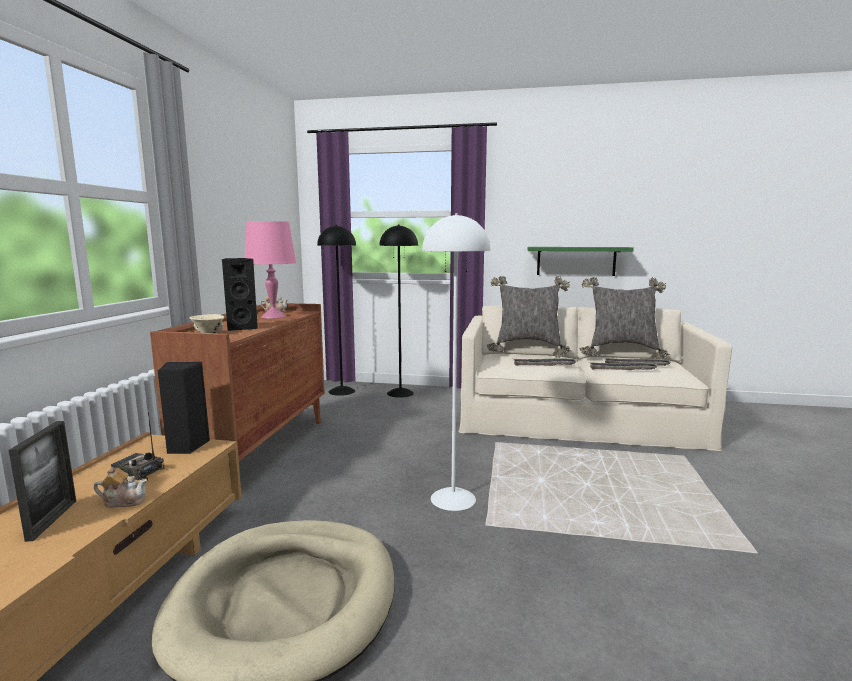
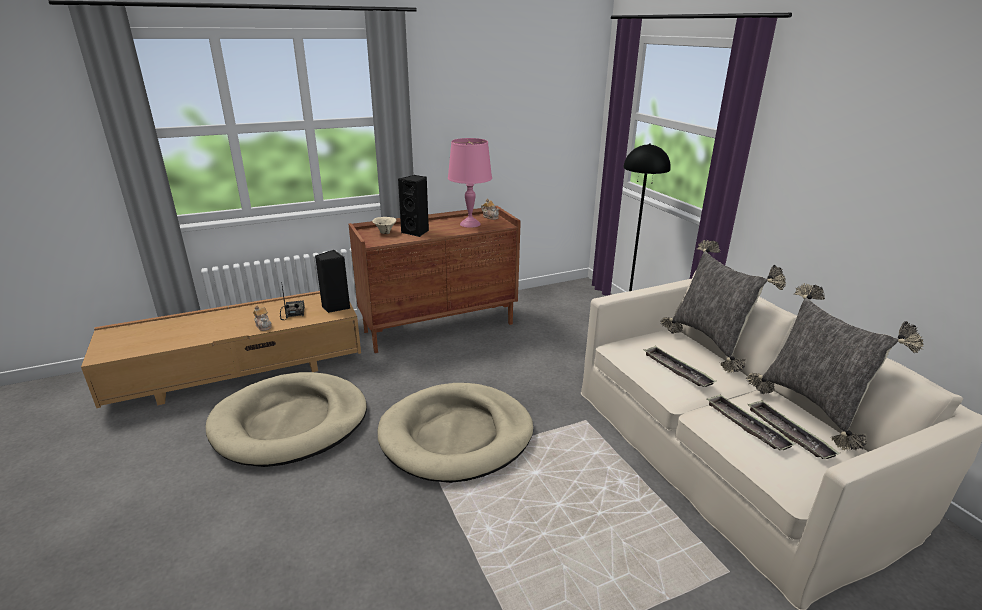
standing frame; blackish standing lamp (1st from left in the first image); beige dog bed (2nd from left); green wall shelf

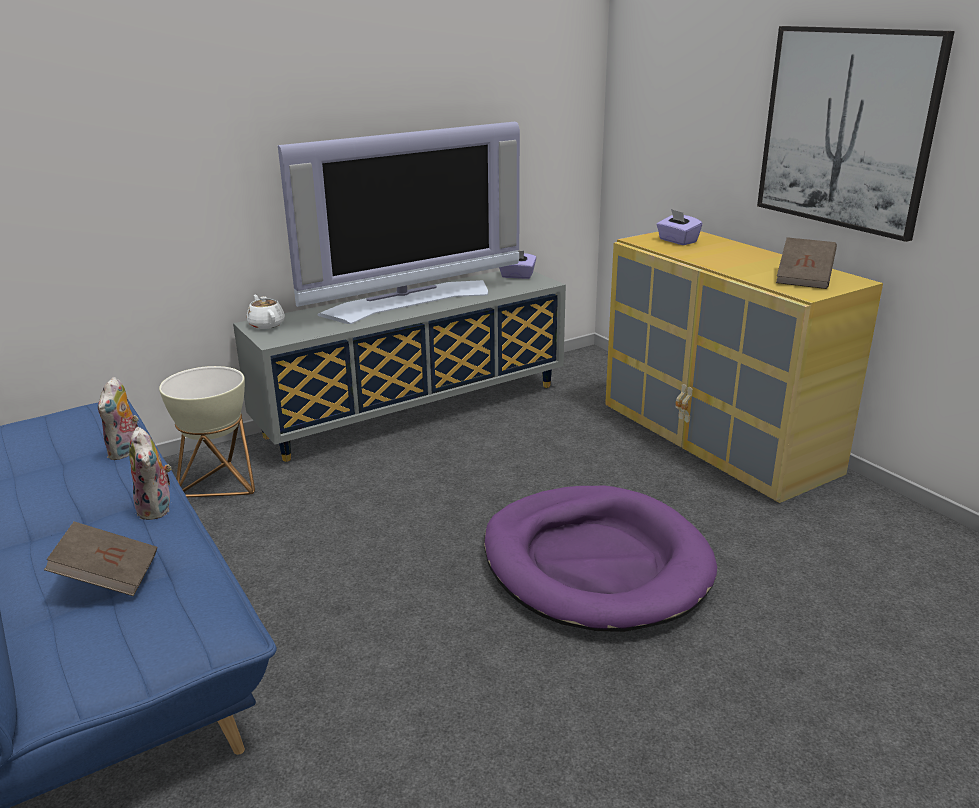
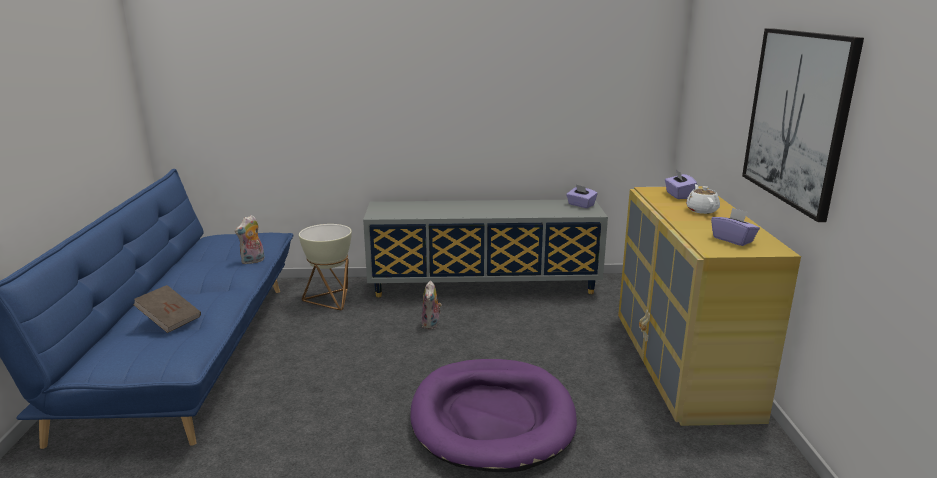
plush toy (2nd from left); whitish teapot; TV set; purple tissue holder (3rd from left)

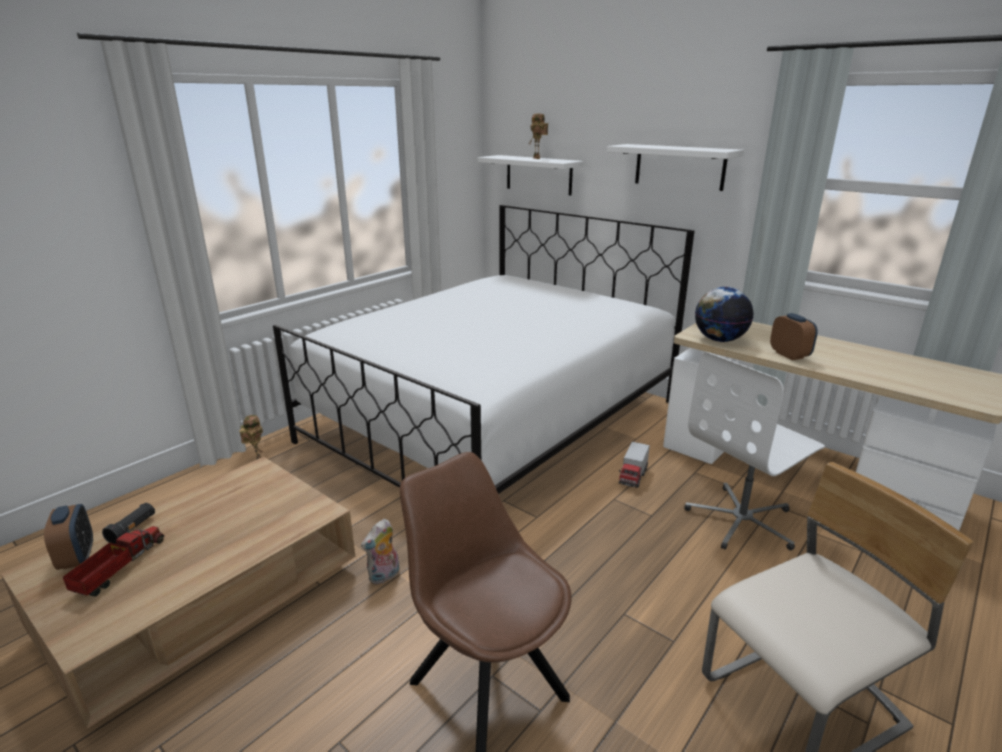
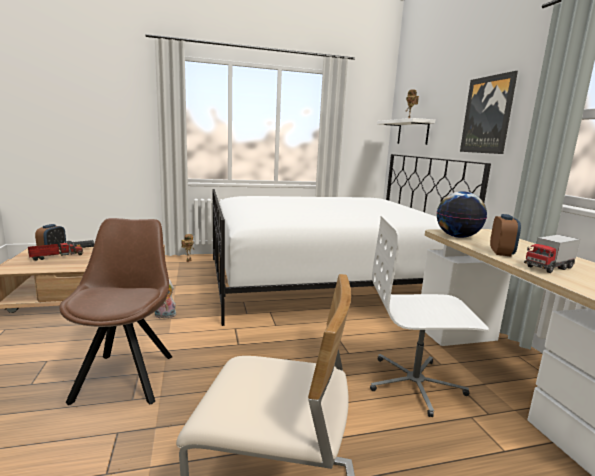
wall art; toy lorry (2nd from left)

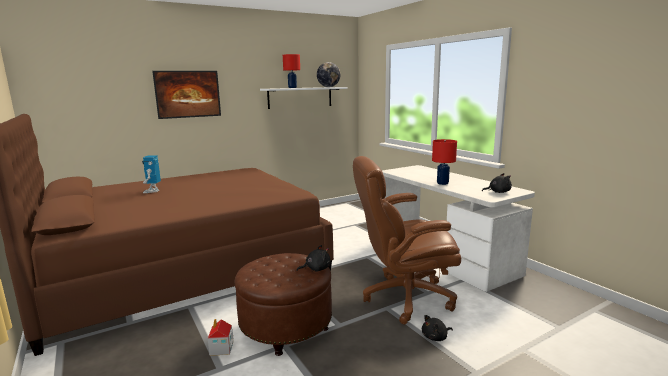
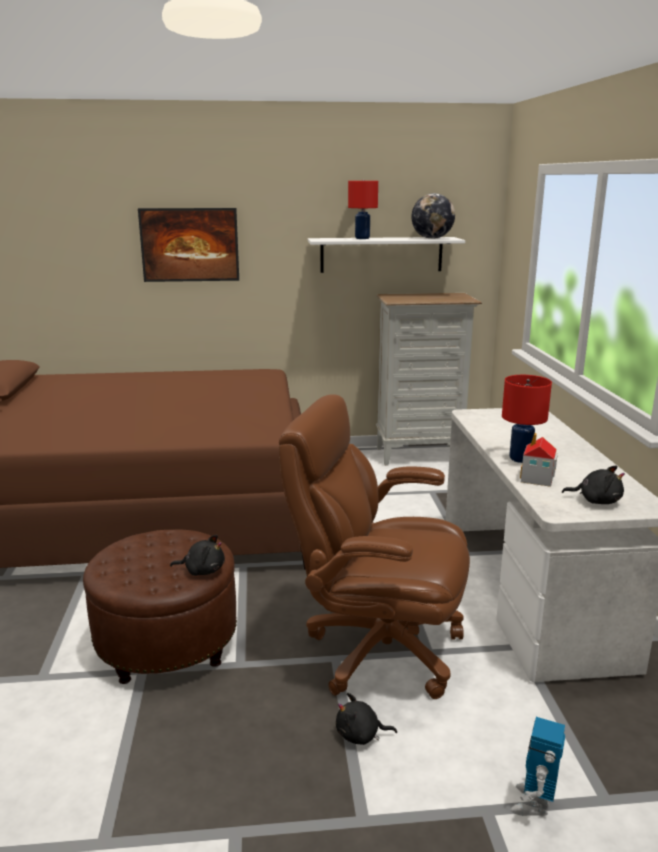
model robot; miniature house; whitish dresser

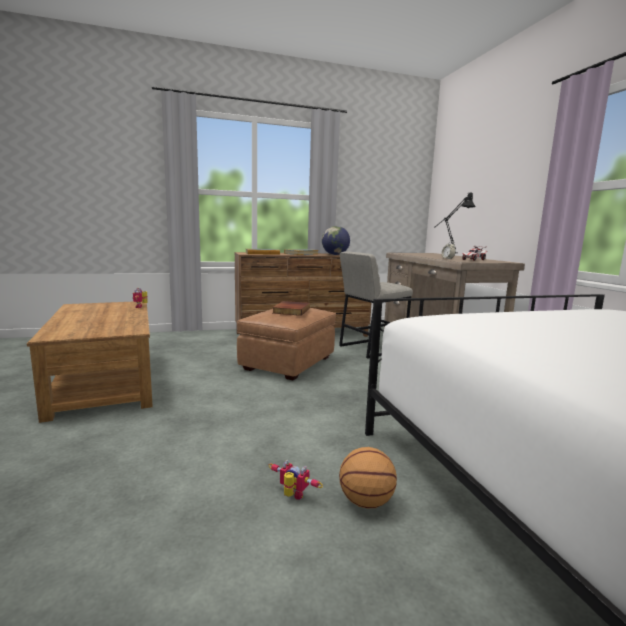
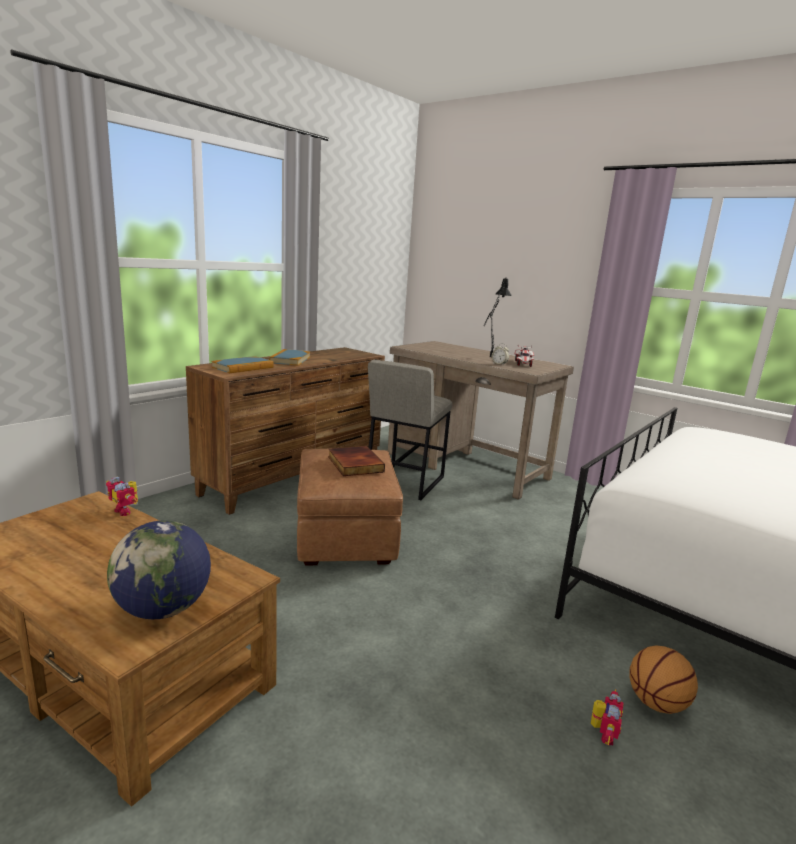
model robot (2nd from left); desk globe

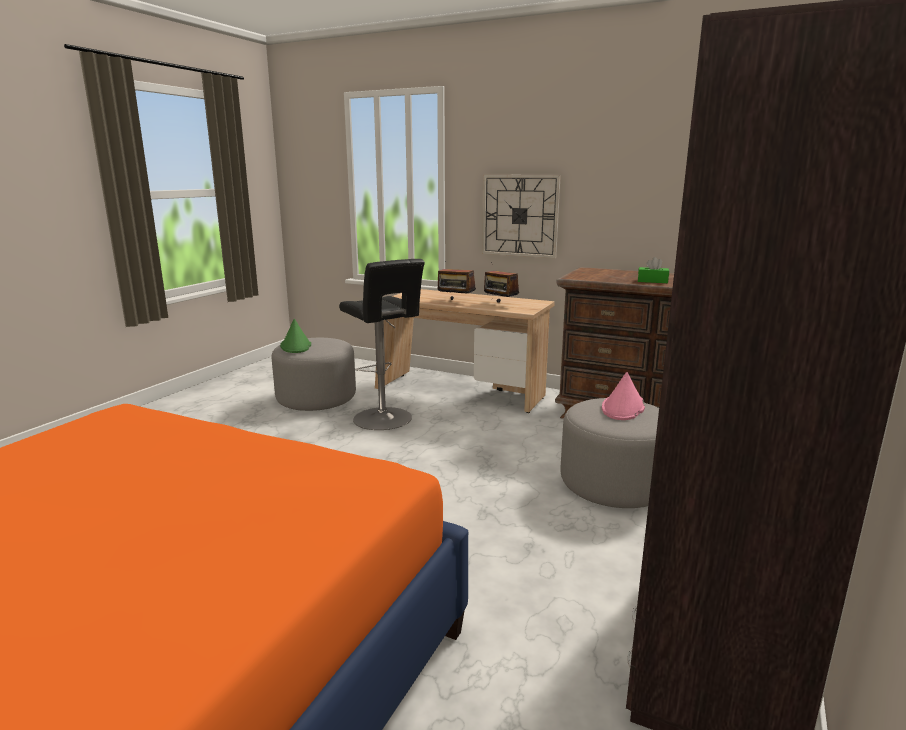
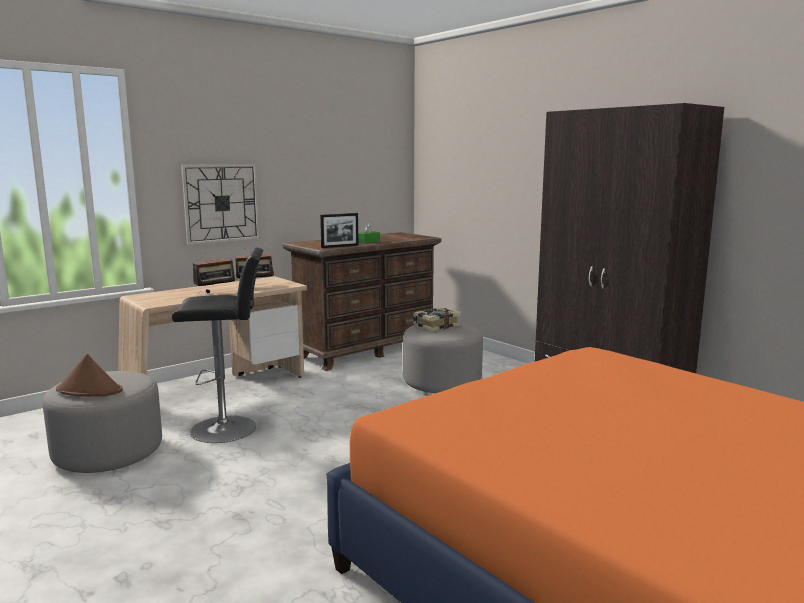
brownish clothing hat; bound book; standing frame

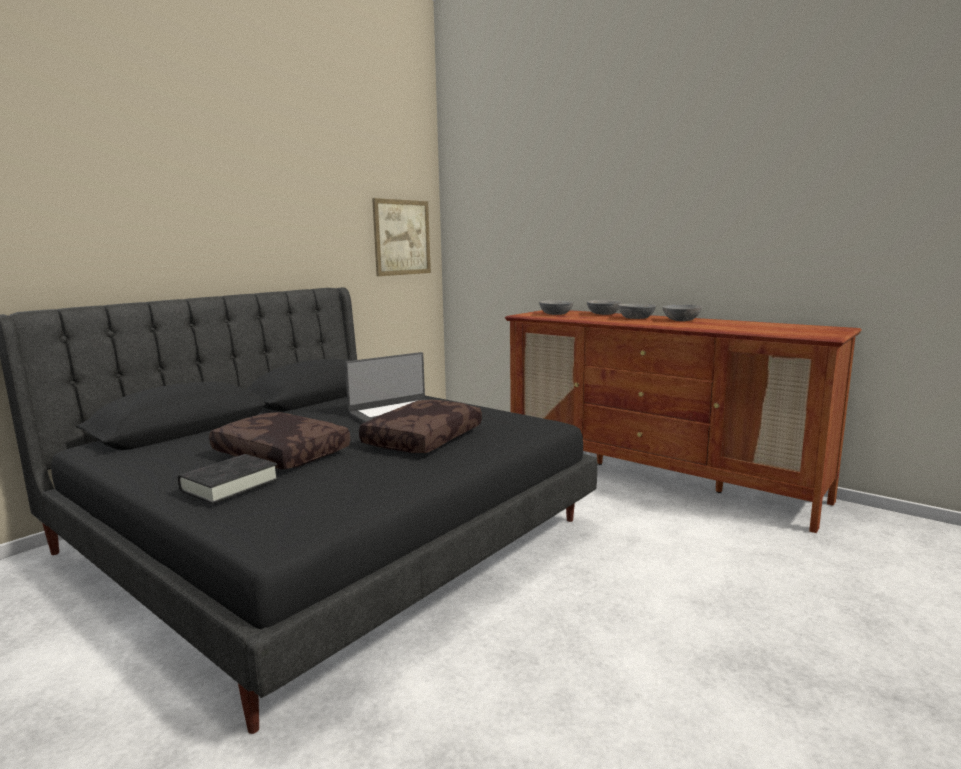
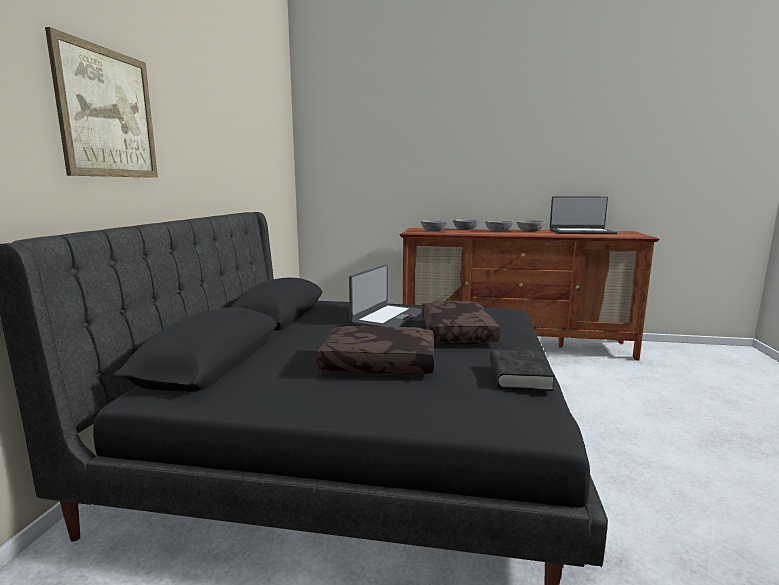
blackish bound book; wall art; portable computer (2nd from left)

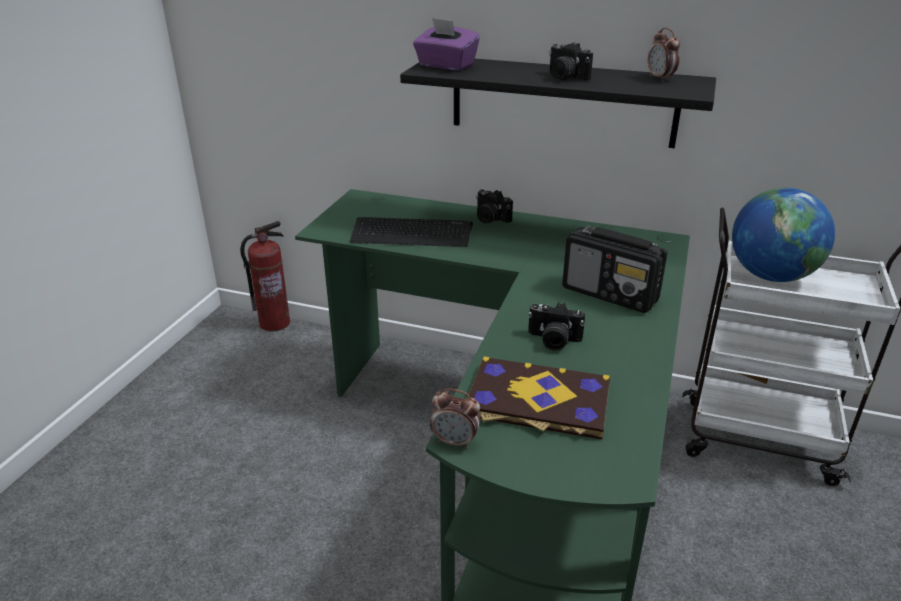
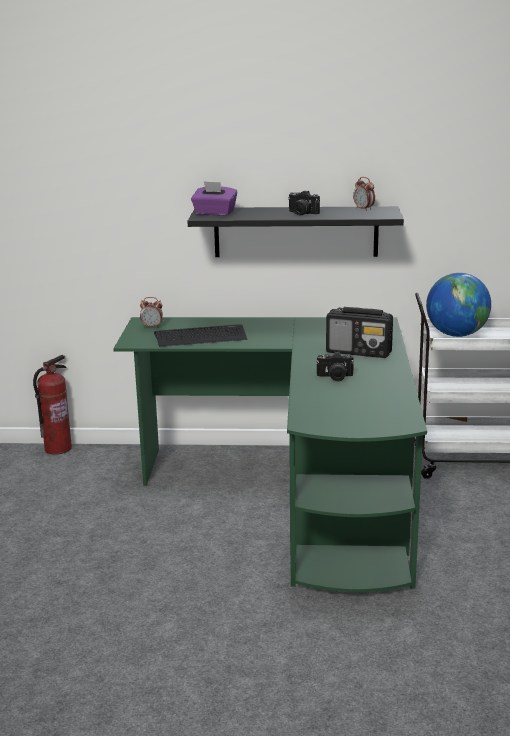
alarm clock (1st from left); bound book; photo camera (1st from left in the first image)

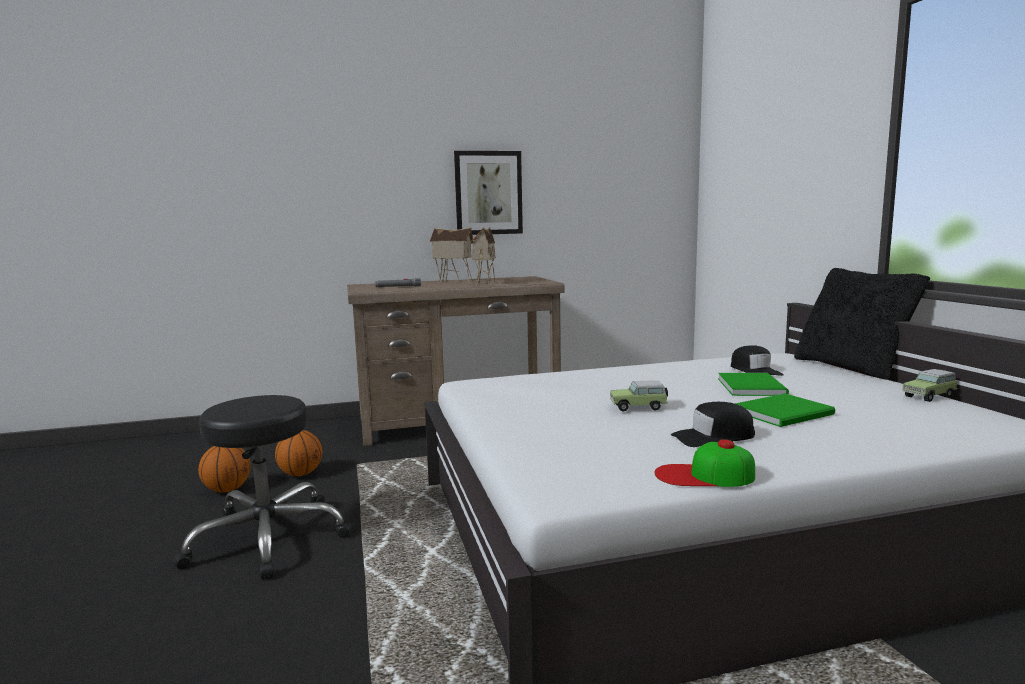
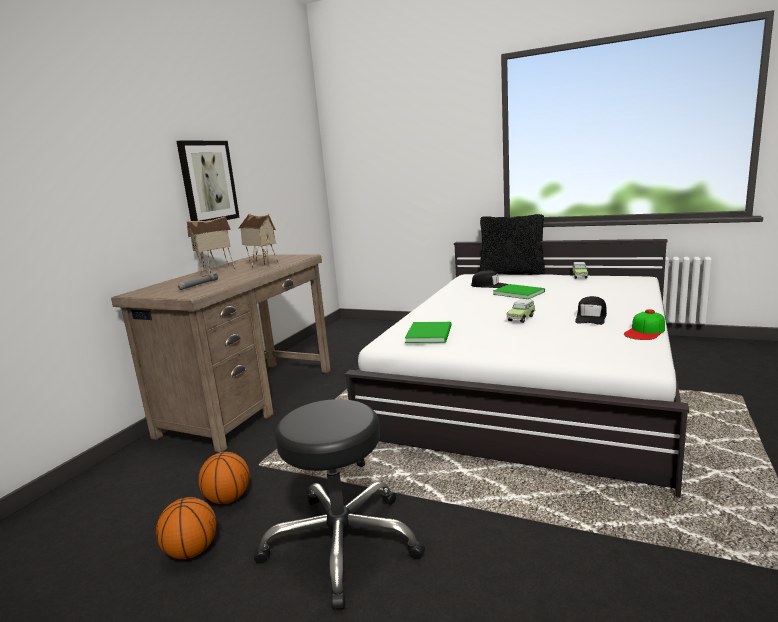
green bound book (1st from left)

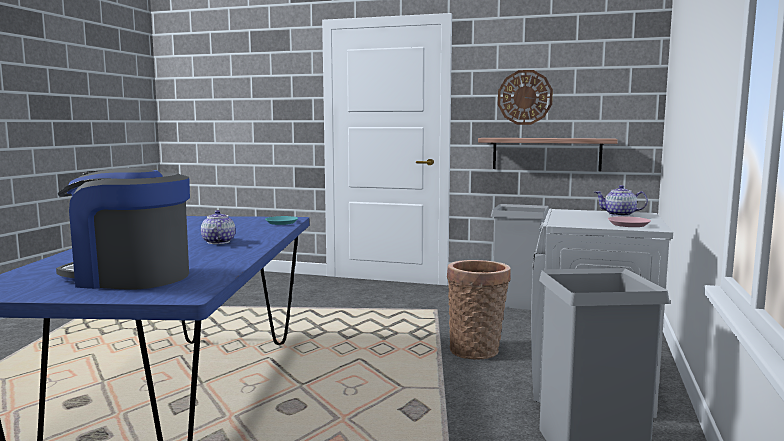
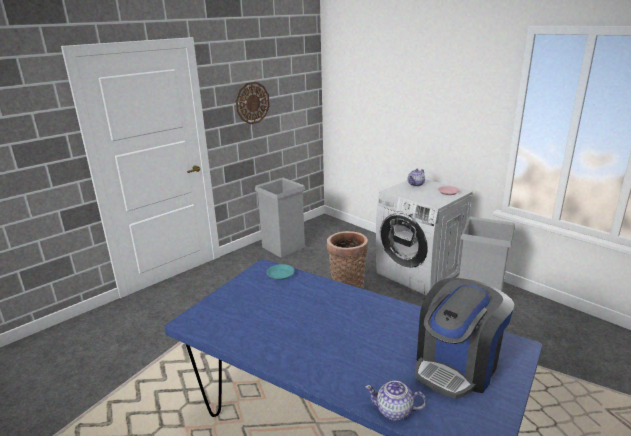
teapot (1st from left); wall shelf

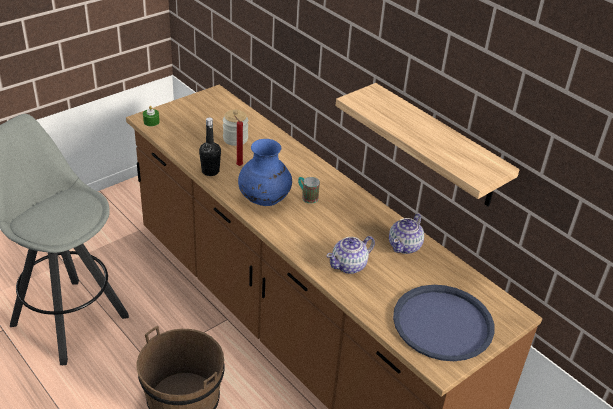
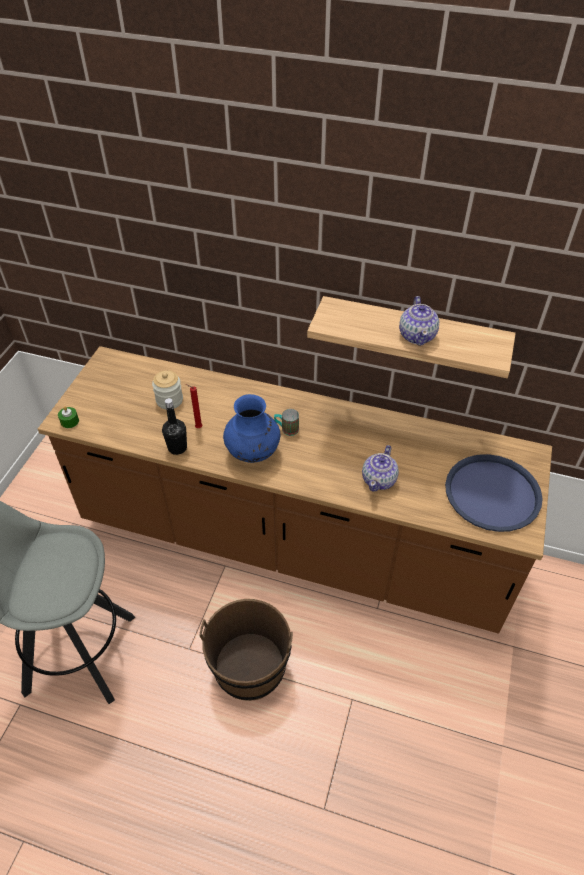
teapot (2nd from left)

